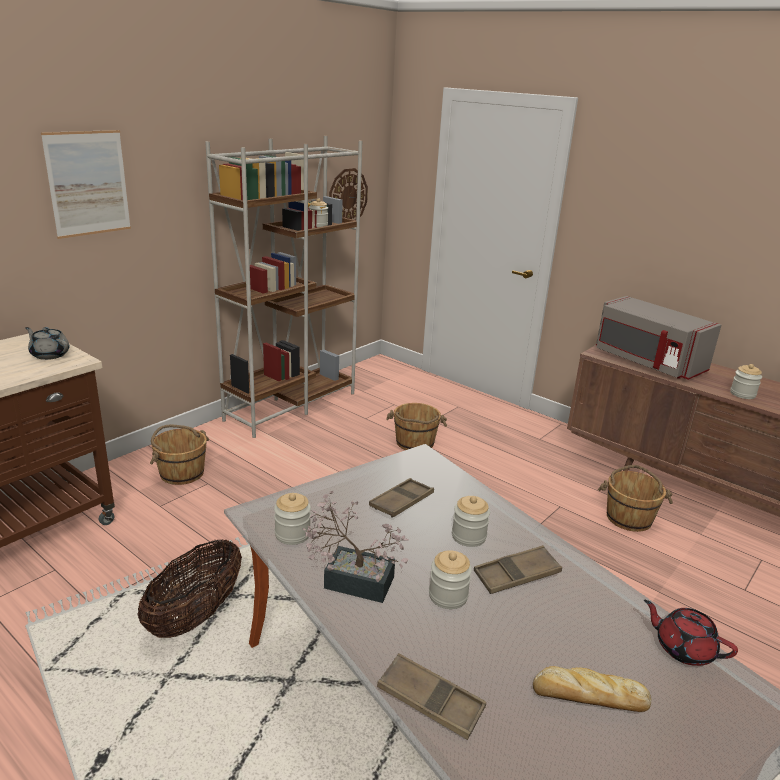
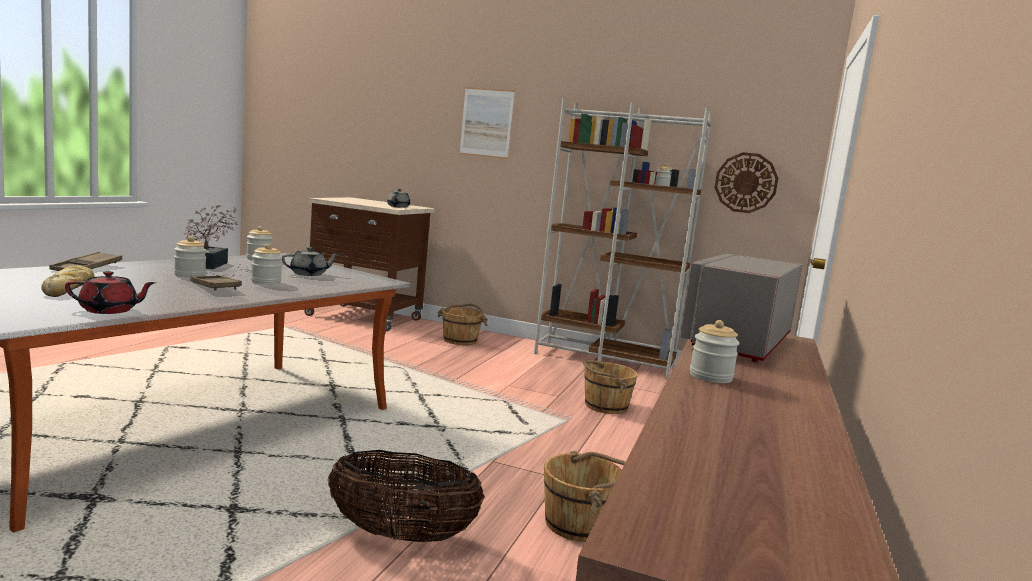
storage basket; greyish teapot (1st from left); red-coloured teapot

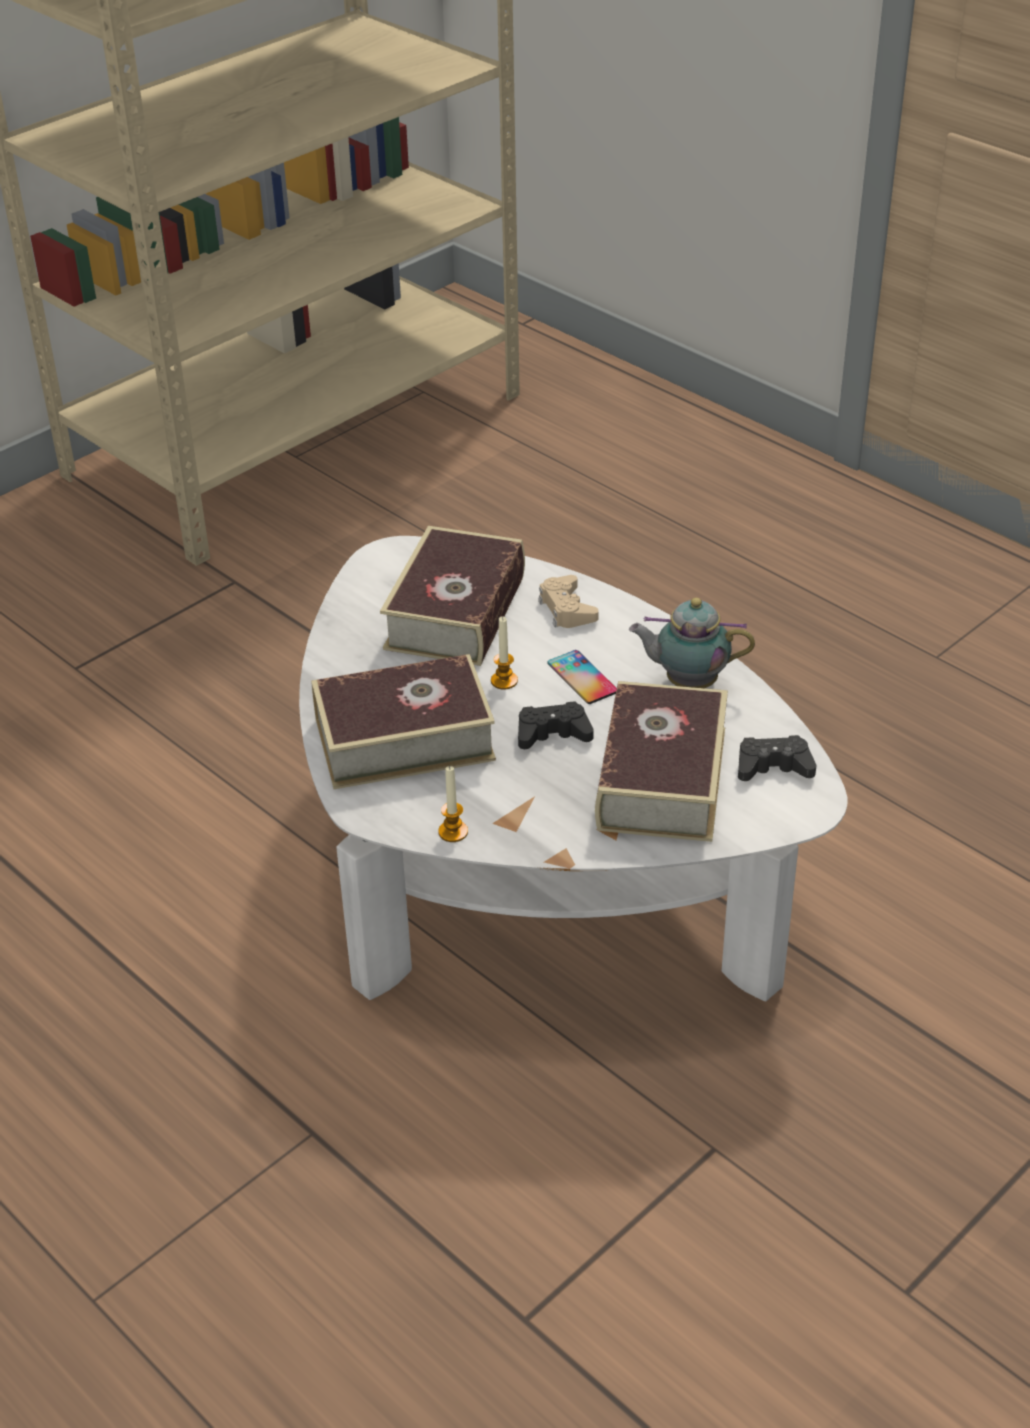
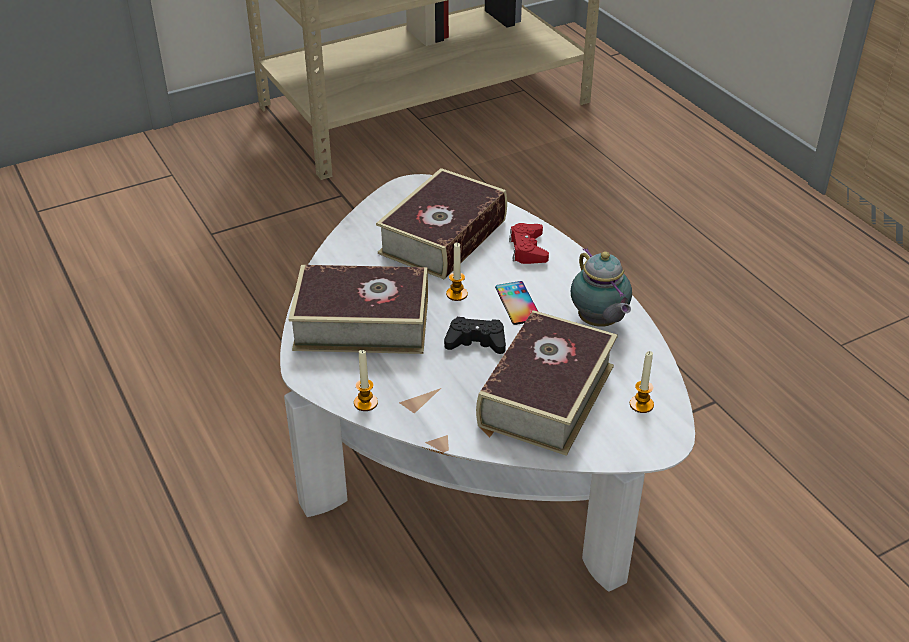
red-coloured gamepad; teapot; candle (3rd from left)

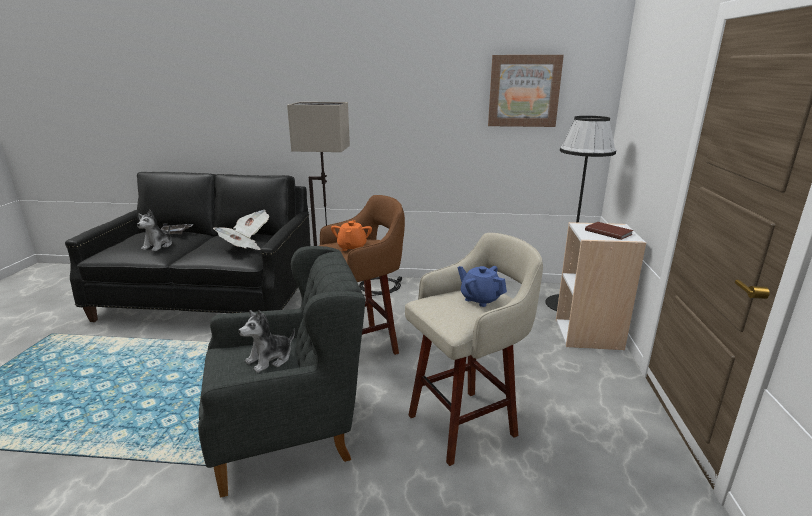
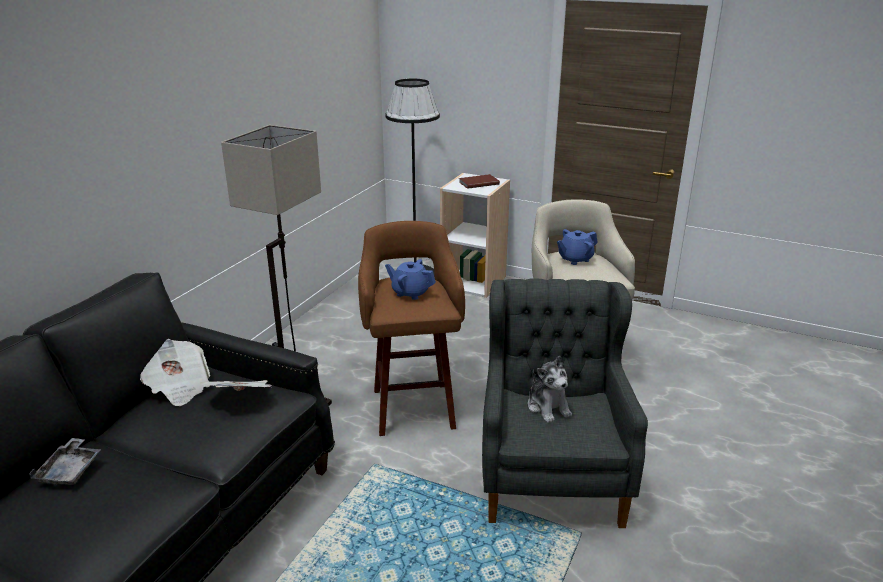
plush toy (1st from left in the first image); bluish teapot (1st from left); wall art

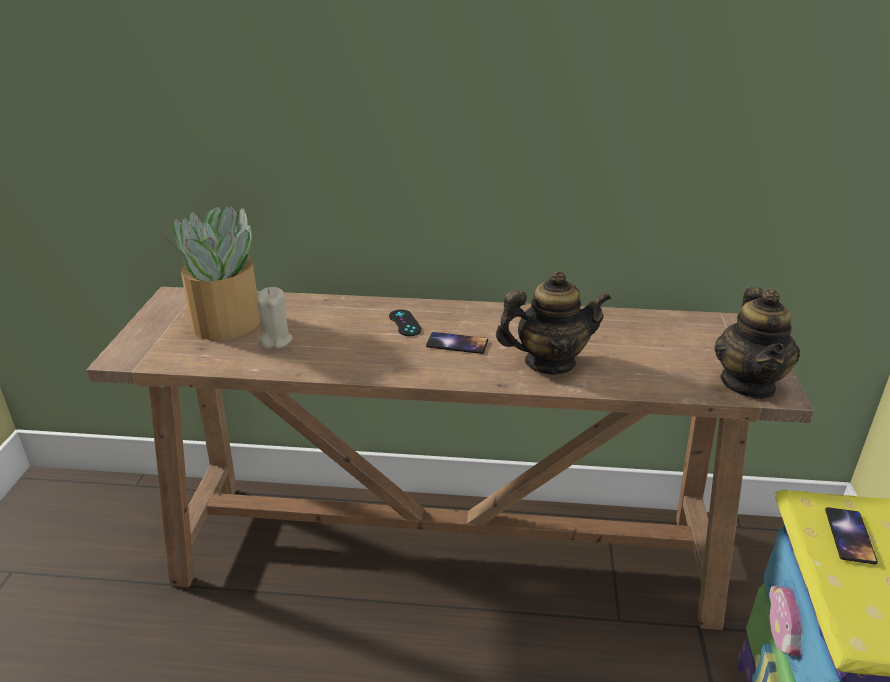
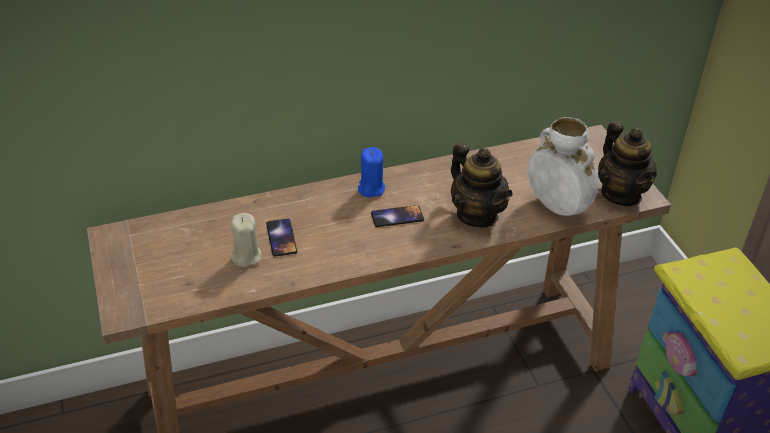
houseplant; blackish gamepad; teapot (1st from left); telephone (1st from left); bluish candle; whitish decorative vase

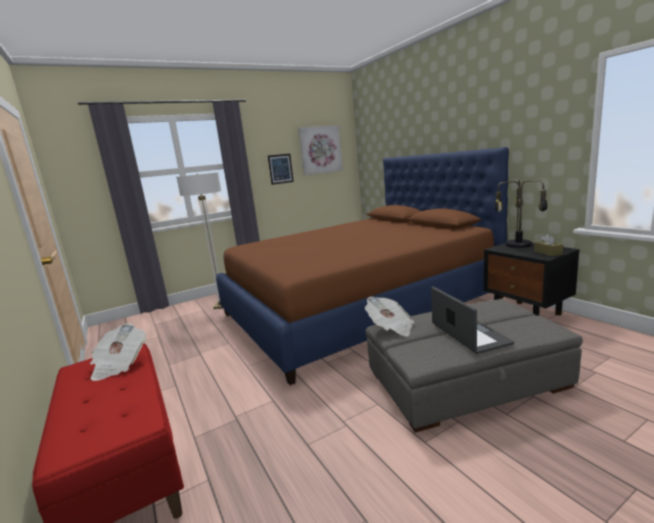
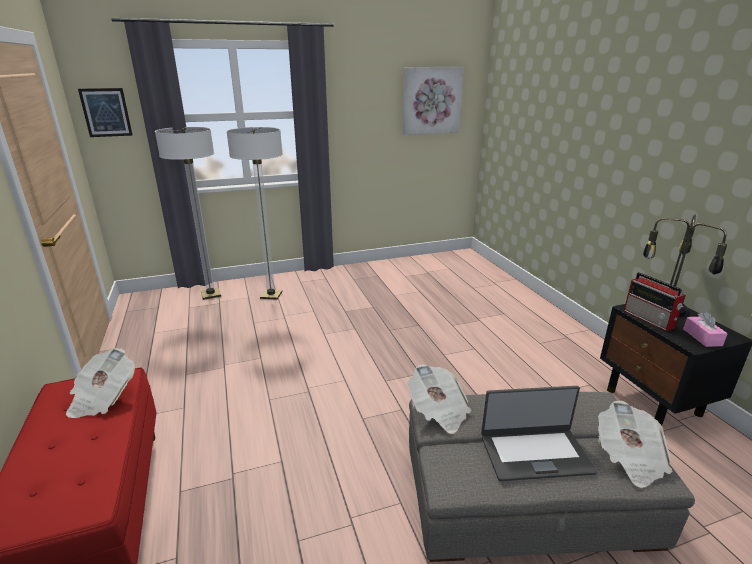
brownish sleeping bed; wall art (1st from left); portable computer; pink-coloured tissue holder; standing lamp (1st from left); newspaper (3rd from left); radio

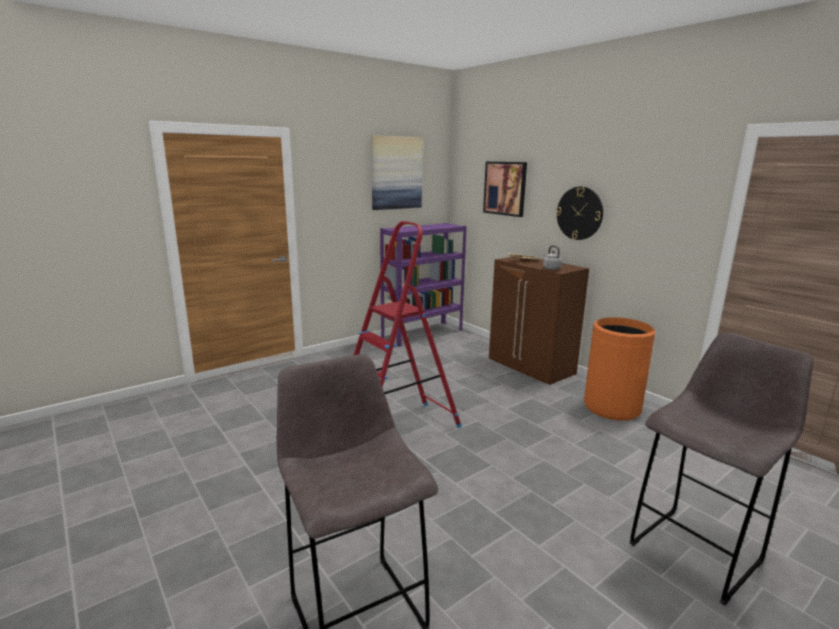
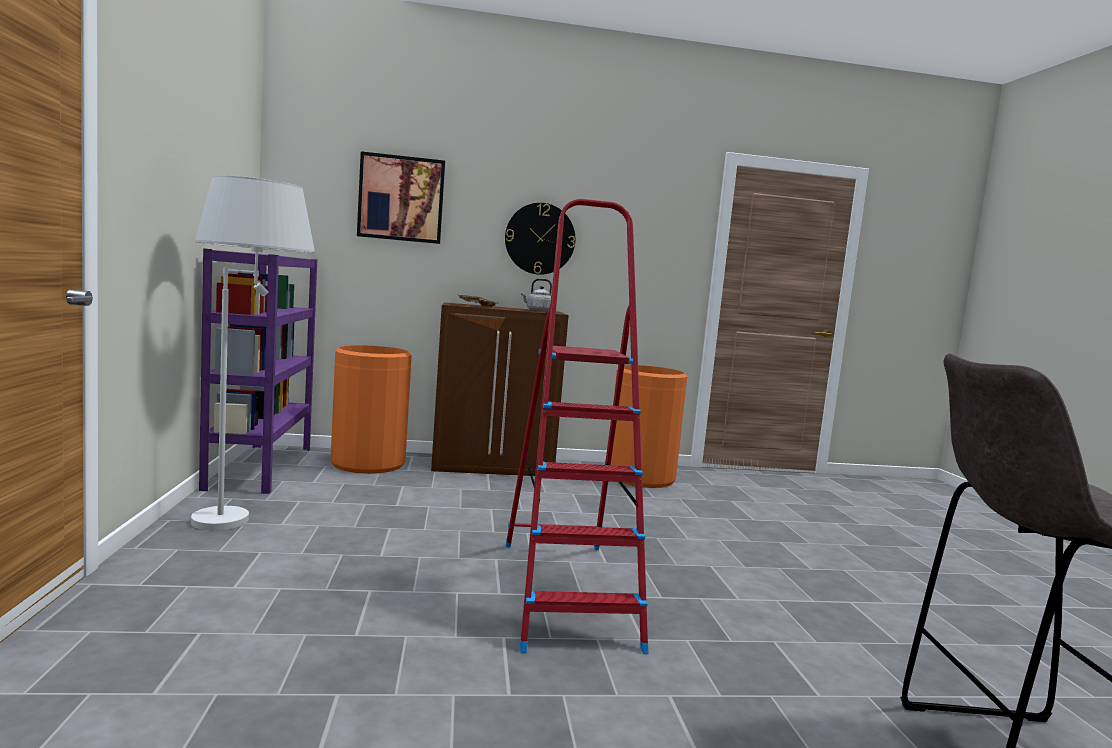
wall art (1st from left in the first image); greyish sitting stool (2nd from left in the first image); whitish standing lamp; orange-coloured waste bin (1st from left)

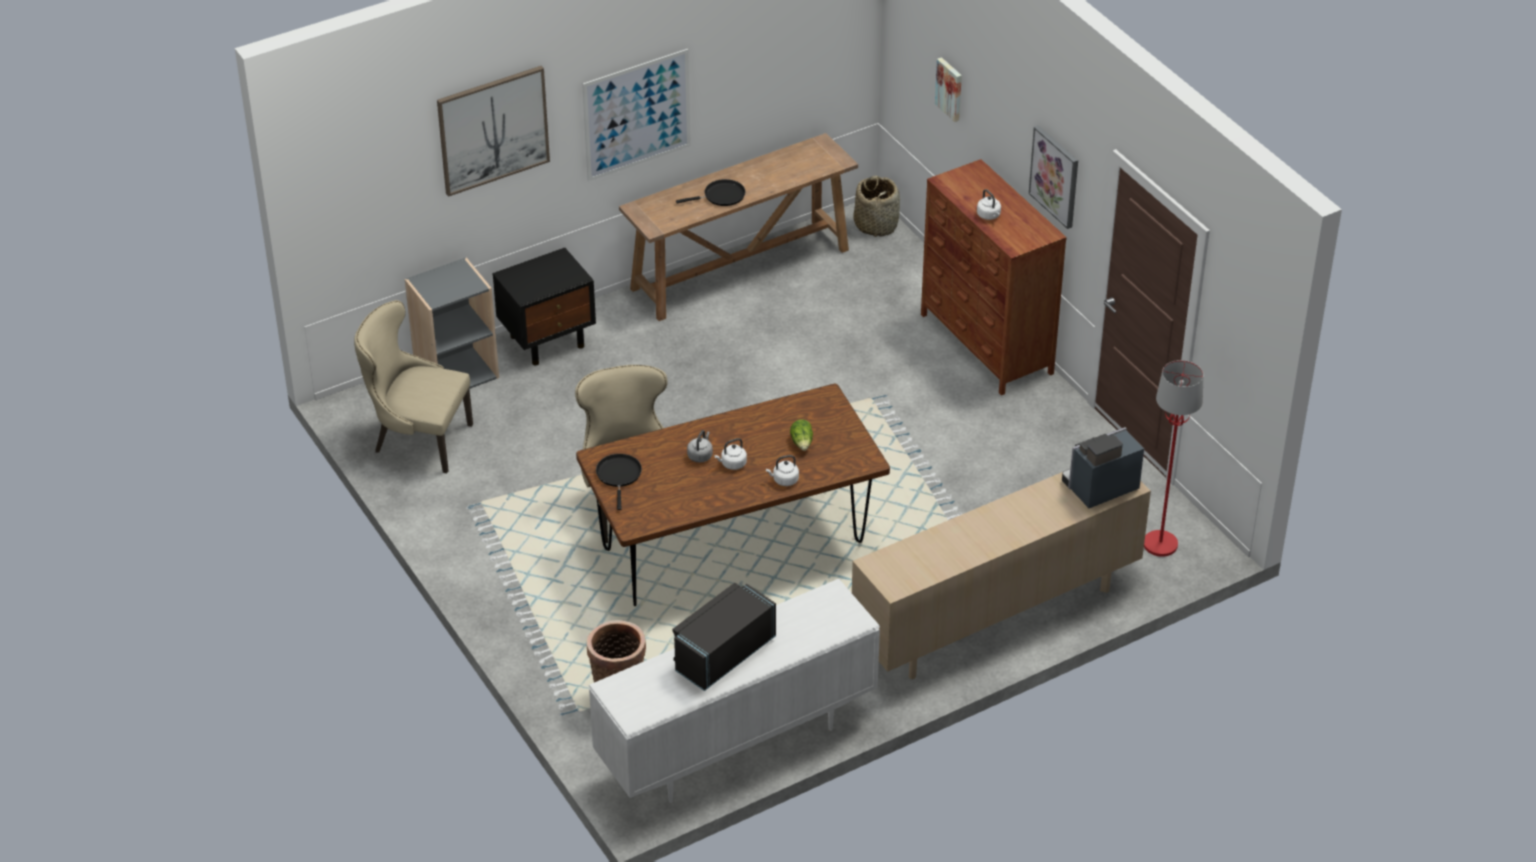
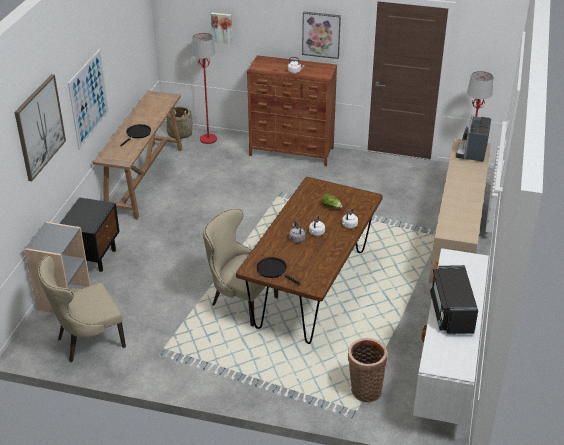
red-coloured standing lamp (1st from left)

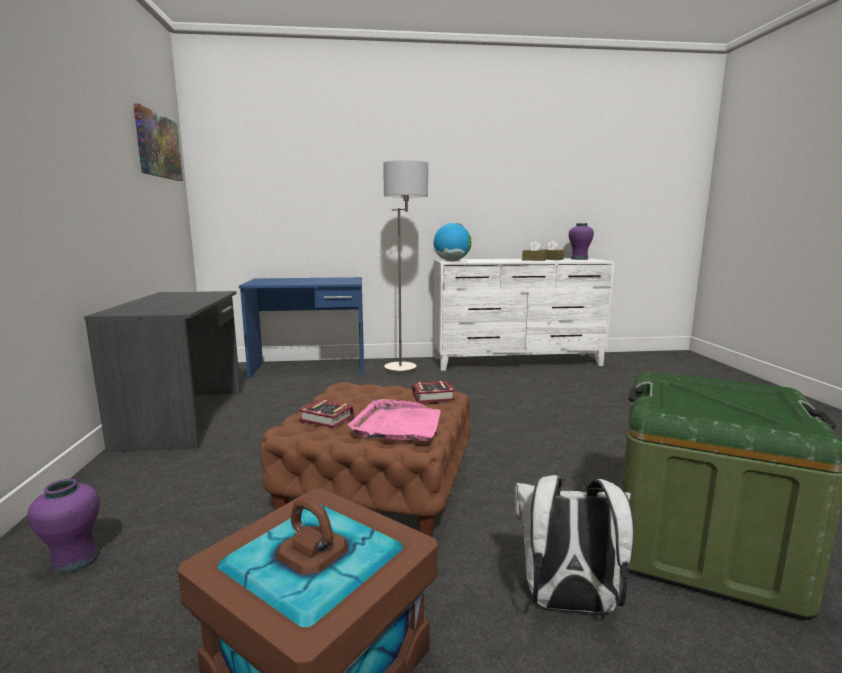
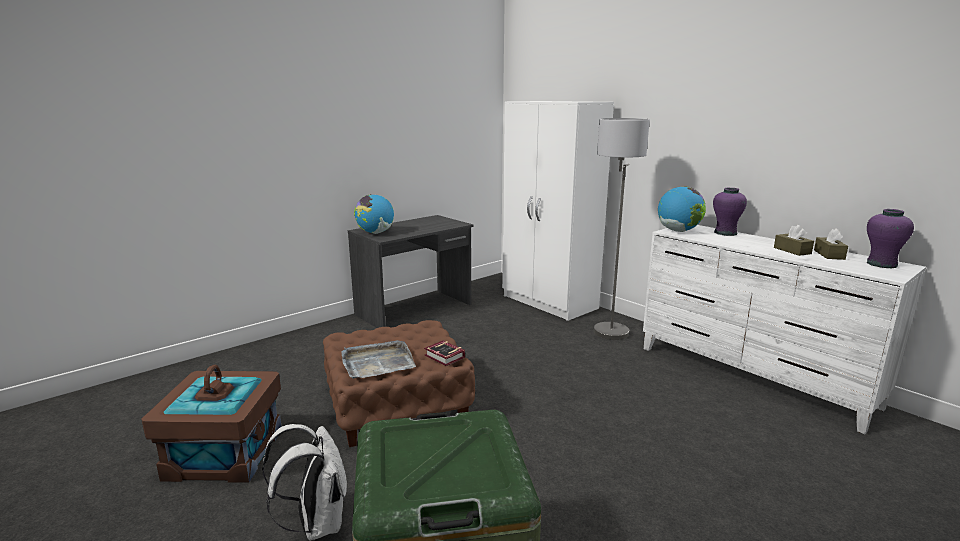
purple decorative vase (1st from left); wall art; whitish armoire; bound book (1st from left in the first image); greyish serving tray; desk globe (1st from left)

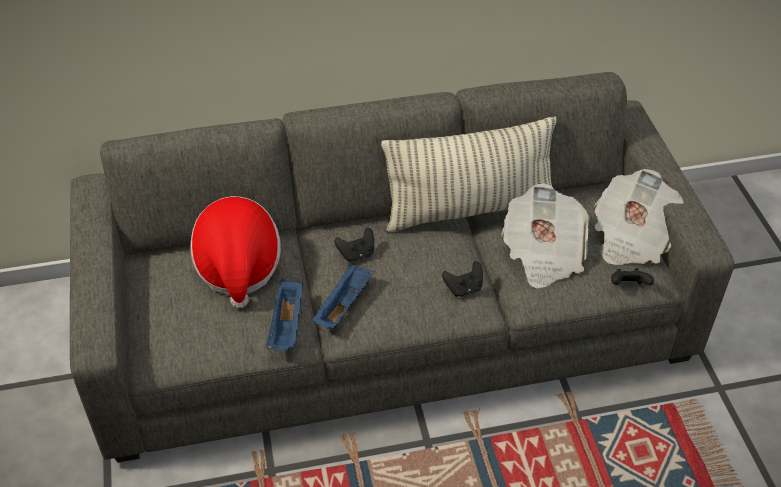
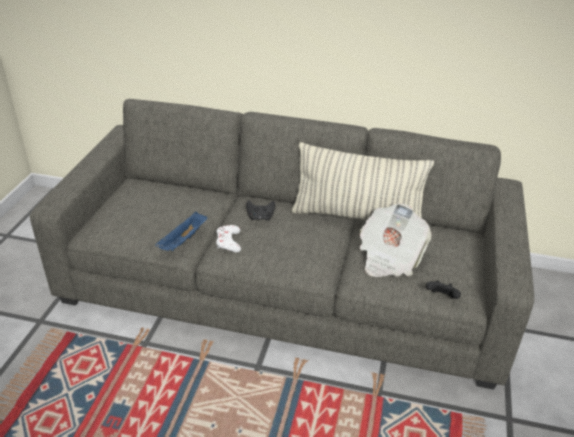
clothing hat; whitish gamepad; blackish gamepad (2nd from left in the first image); newspaper (2nd from left in the first image)

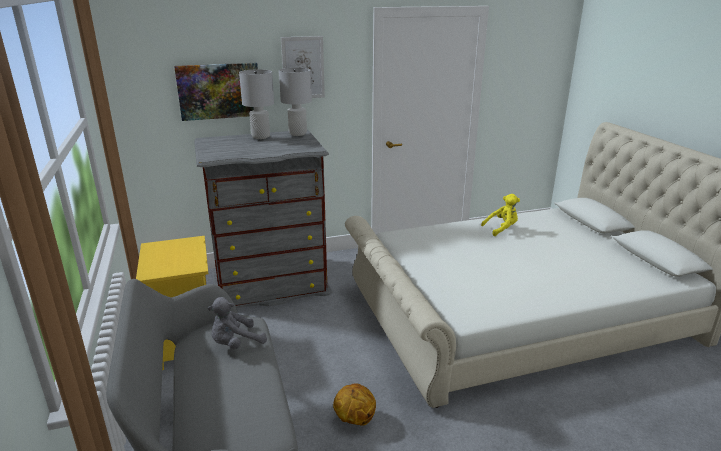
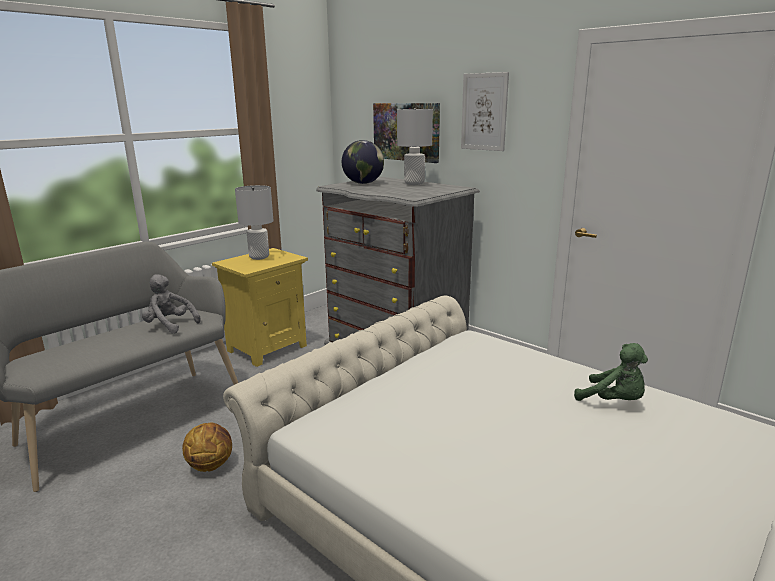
greyish table lamp (1st from left); green plush toy; desk globe

